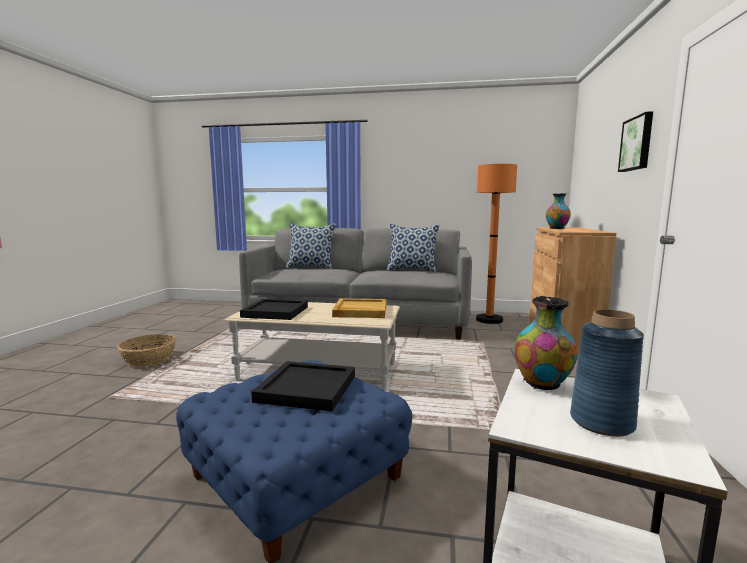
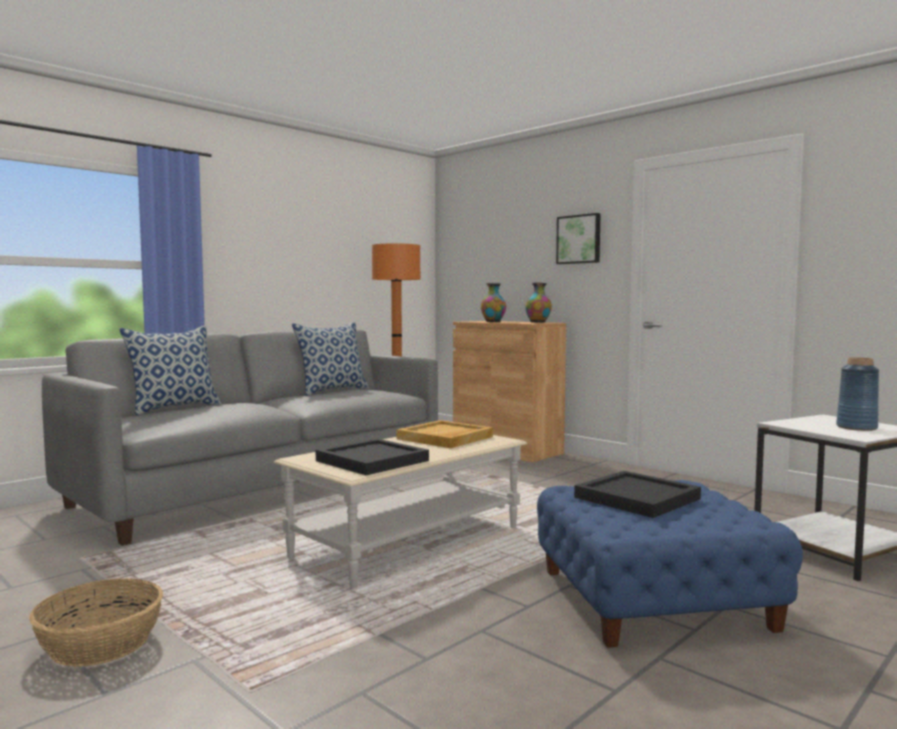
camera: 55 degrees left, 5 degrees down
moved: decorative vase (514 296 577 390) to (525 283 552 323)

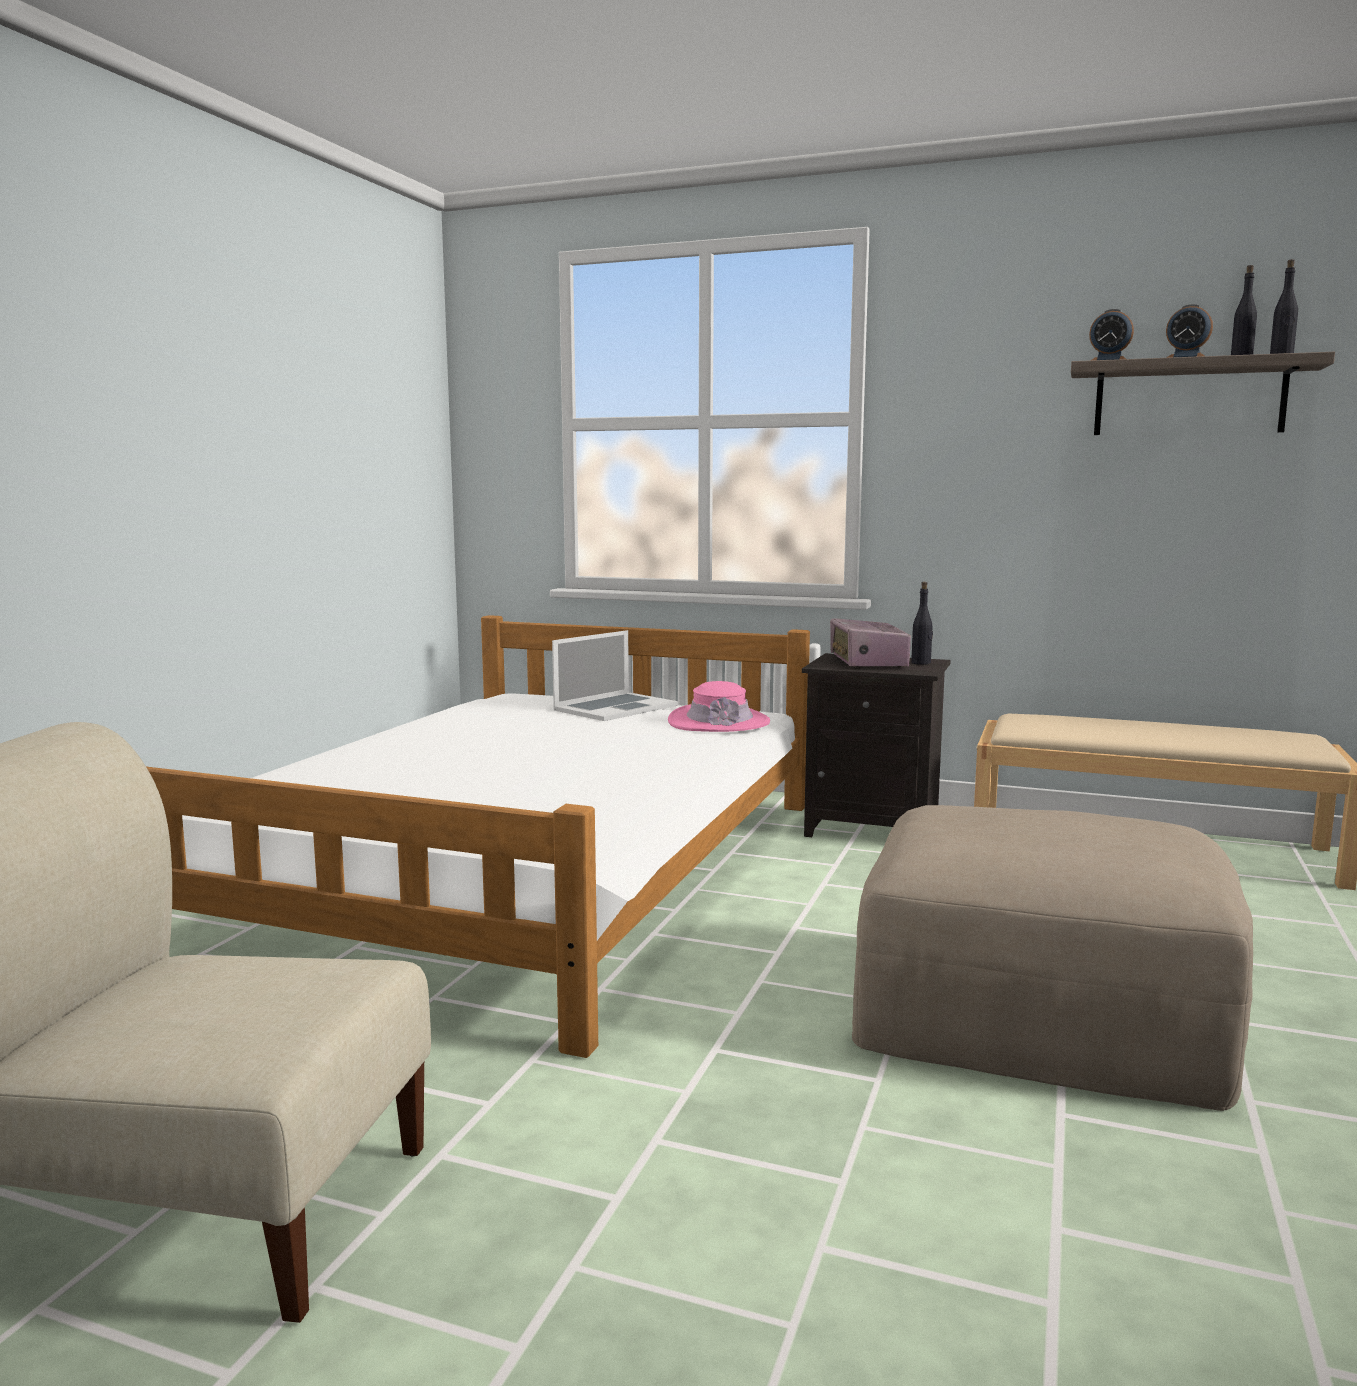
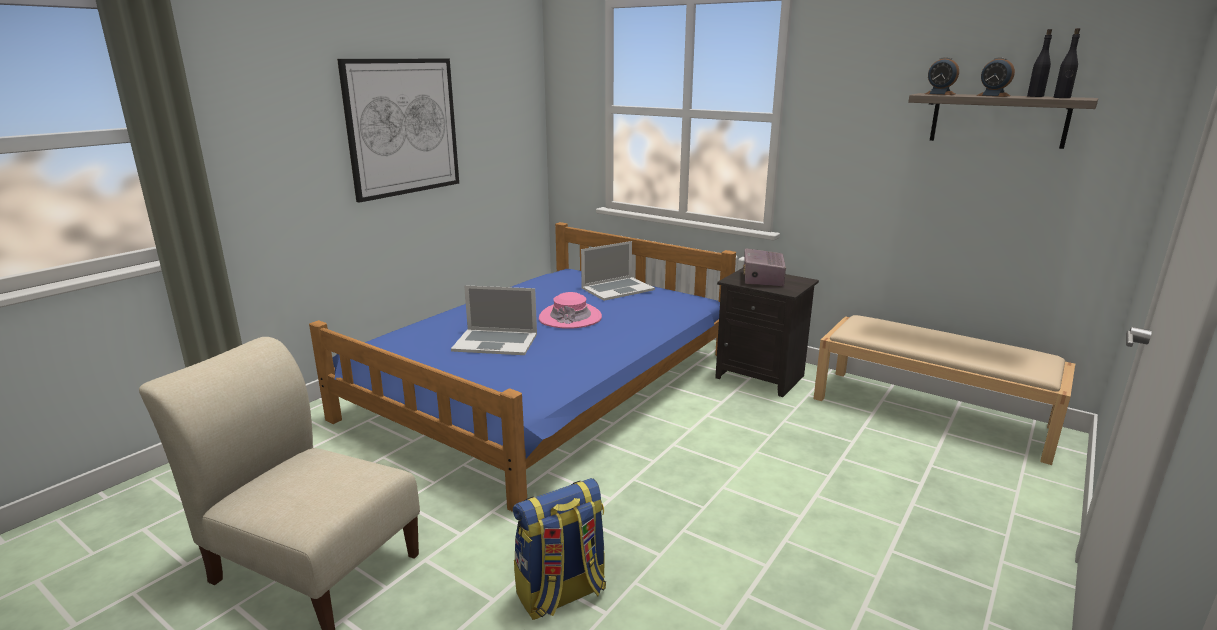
camera: 15 degrees right, 10 degrees up
removed: beige ottoman (852 805 1253 1111); blackish bottle (911 582 933 665)
added: wall picture (337 59 459 203); laptop (451 285 537 355); backpack (513 478 606 620)
moved: pinkish wearable hat (668 681 770 732) to (539 292 602 329)
recoloured: white bed (147 615 810 1058) to bluish bed (309 222 736 512)

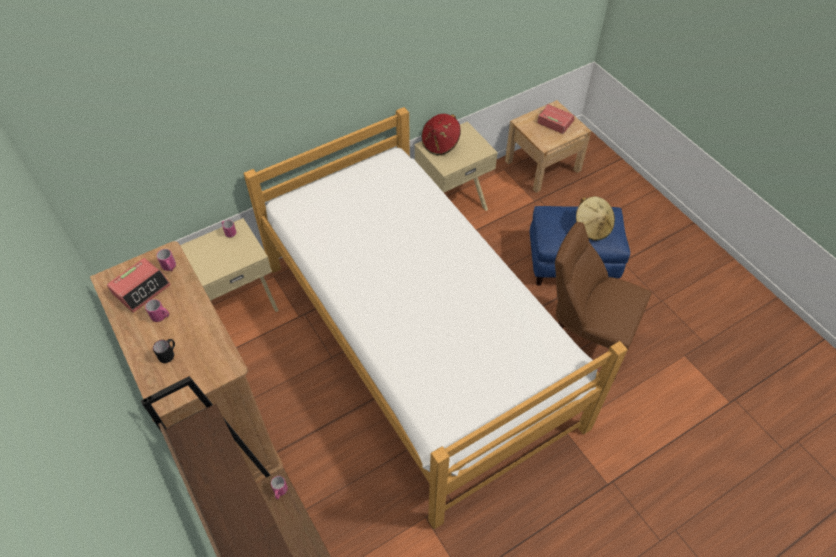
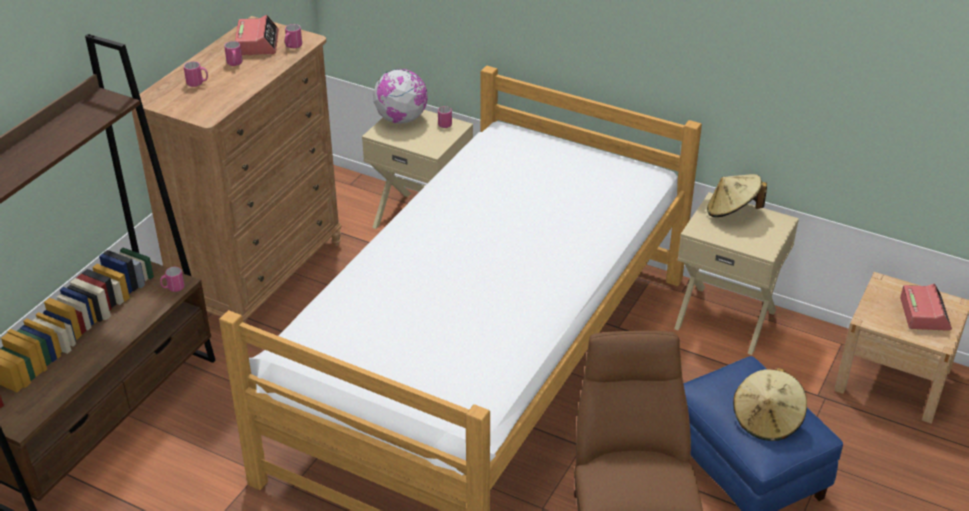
camera: 60 degrees right, 15 degrees down
added: world globe (373 69 428 124)
recoloured: blackish coffee mug (153 339 175 363) to pinkish coffee mug (184 61 208 87); reddish wearable hat (422 114 461 155) to beige wearable hat (707 174 767 217)
turned: table clock (107 258 171 313) = (235 15 279 55) 105 degrees counterclockwise

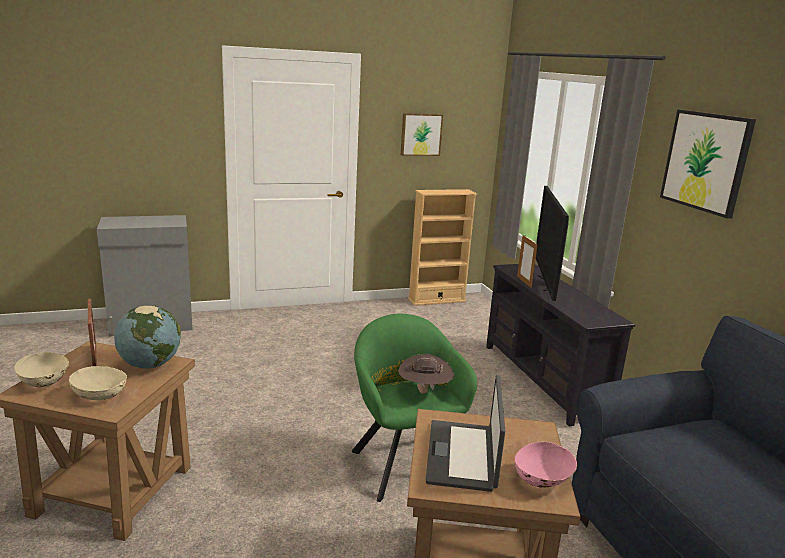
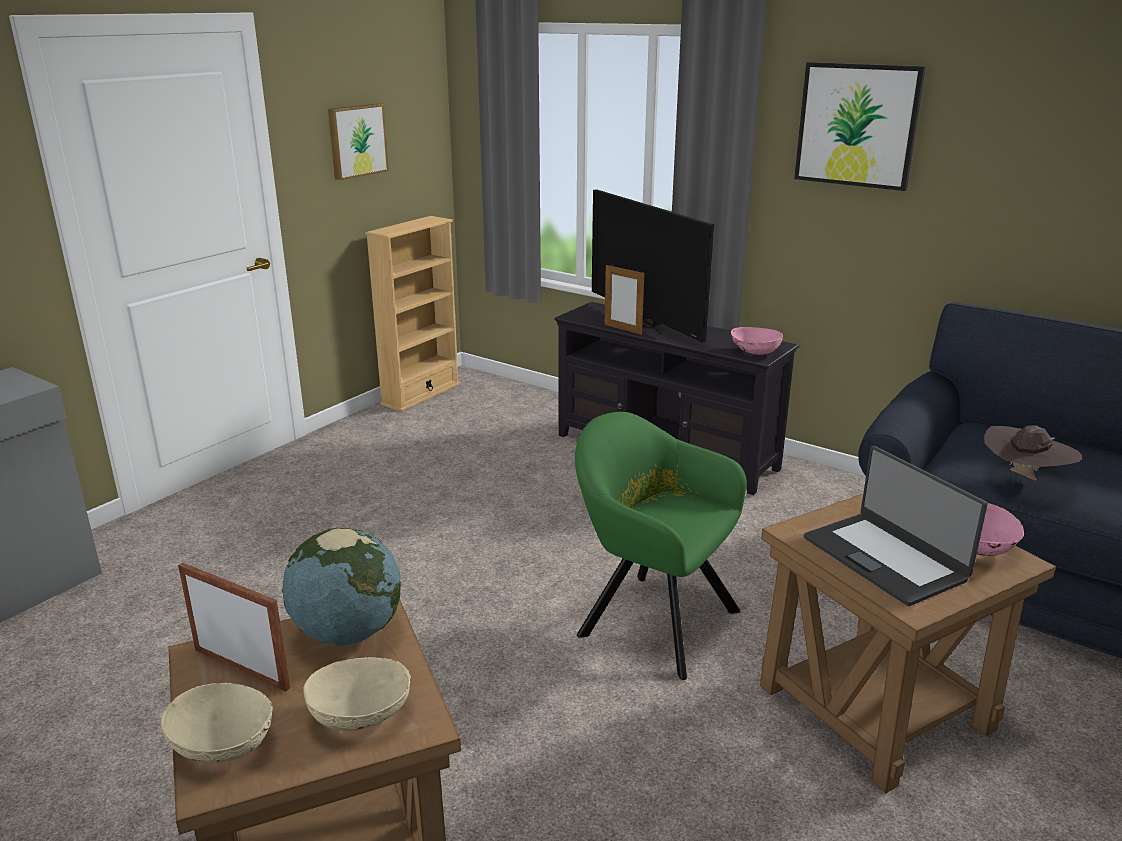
camera: 35 degrees left, 5 degrees up
added: pinkish serving bowl (731 327 783 355)
moved: brown-coloured wearable hat (398 354 454 394) to (984 425 1082 481)

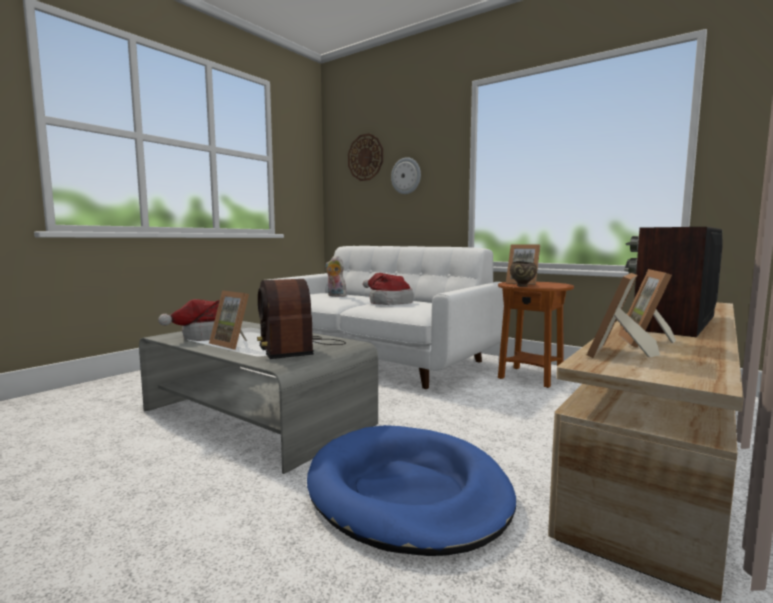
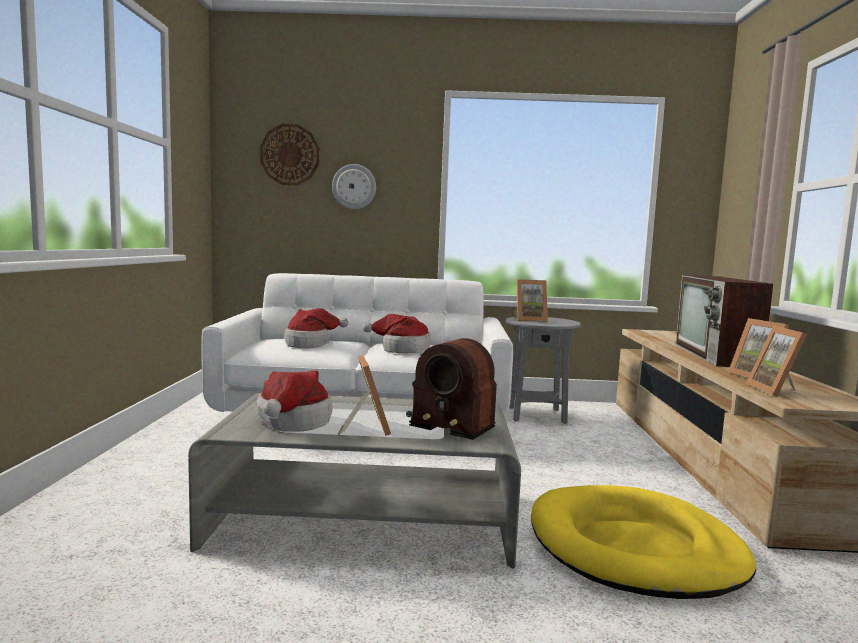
camera: 35 degrees left, 0 degrees up
removed: brown-coloured serving bowl (510 261 537 287)
replaced: cuddly toy (326 256 346 297) to wearable hat (284 308 348 348)
recoloured: brown-coloured end table (498 282 574 388) to gray end table (506 317 581 424); bluish dog bed (307 425 516 556) to yellow dog bed (531 485 756 599)
turned: picture frame (209 290 249 350) = (337 355 391 436) 105 degrees counterclockwise

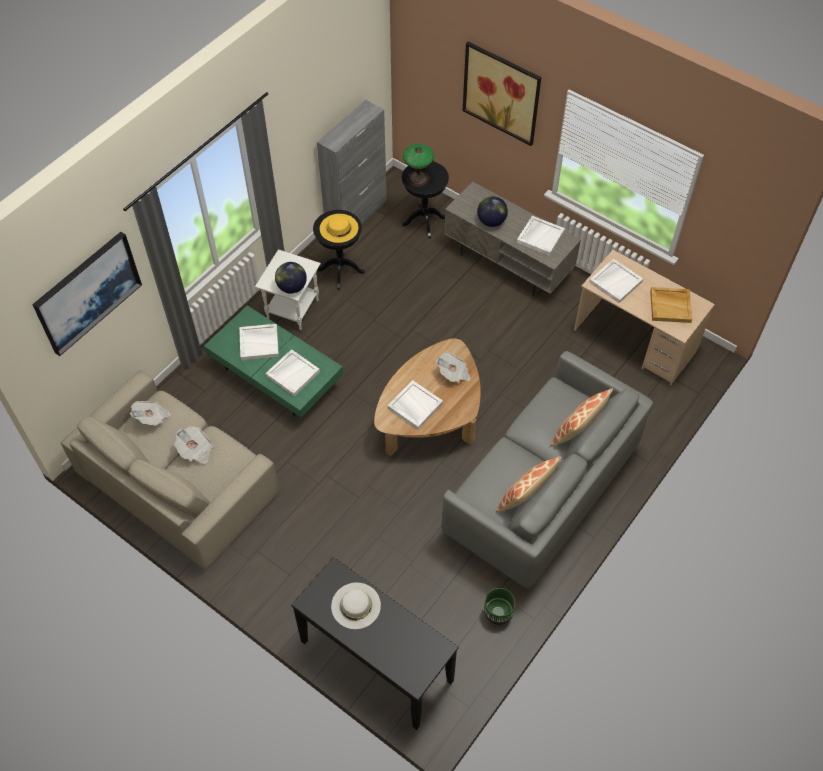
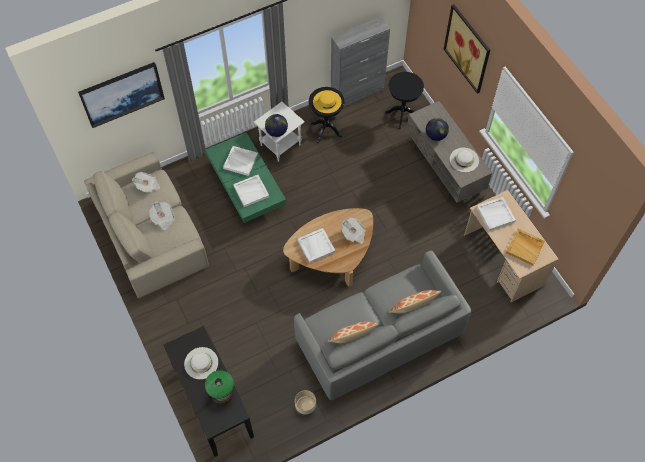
camera: 25 degrees right, 5 degrees up
moved: lamp for a table (403 144 434 188) to (205 370 234 404)
replaced: white serving tray (517 216 565 256) to white wearable hat (450 148 479 172)
recoloured: green plant pot (484 588 515 625) to beige plant pot (295 390 316 416)

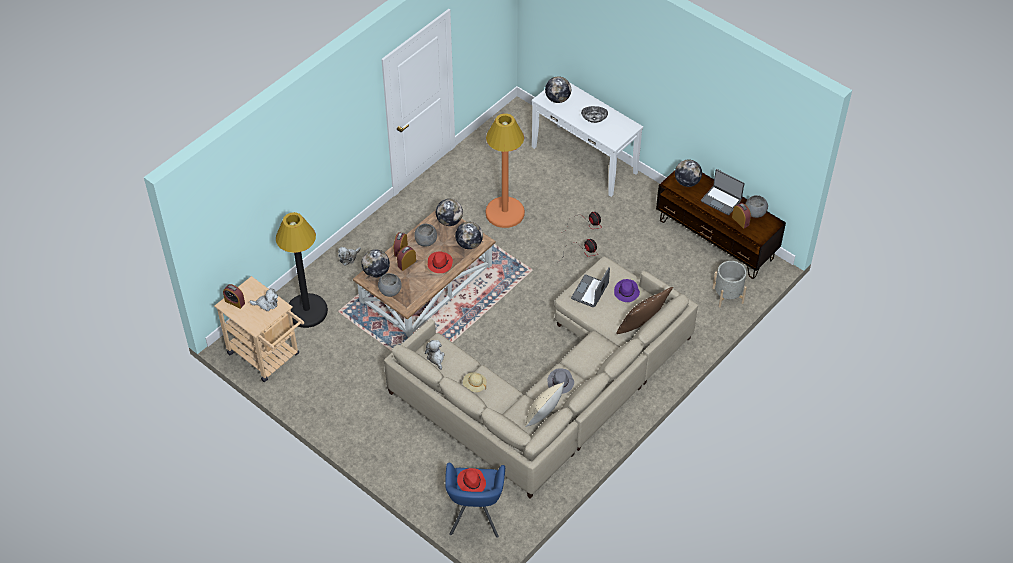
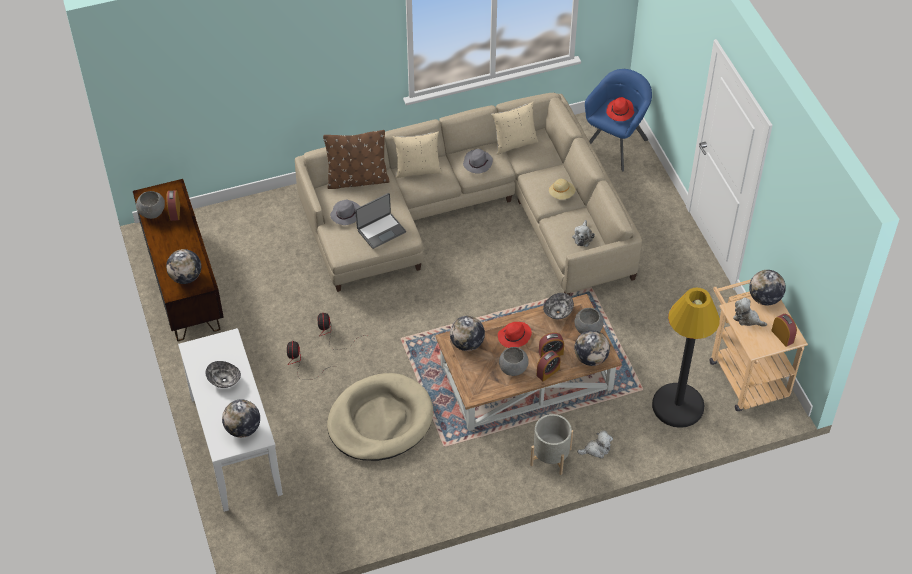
camera: 150 degrees left, 0 degrees up
removed: laptop (701 169 744 216)
added: beige throw pillow (393 131 442 178); serving bowl (543 293 574 319)
moved: gray plant pot (712 261 747 307) to (530 414 573 475); world globe (436 199 463 226) to (749 270 786 306)
replaced: orangey floor lamp (486 113 525 228) to beige dog bed (327 373 433 461)
recoloured: purple-coloured wearable hat (614 279 640 302) to gray wearable hat (330 200 360 225)

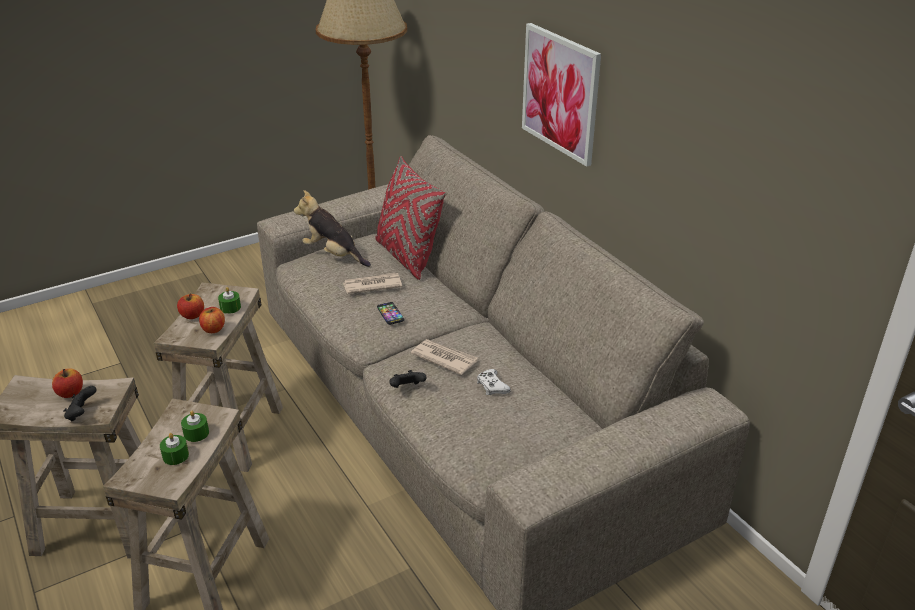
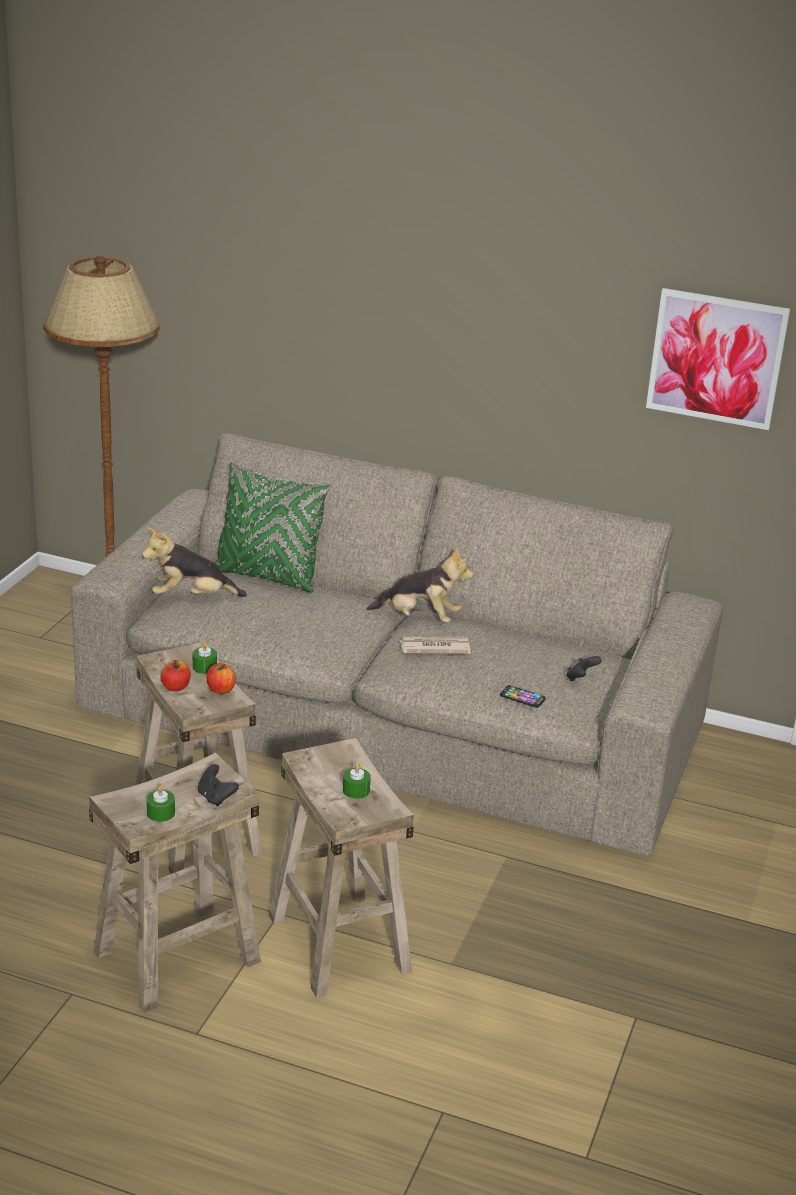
camera: 40 degrees left, 5 degrees down
removed: apple fruit (52 368 83 398); daily paper (343 273 402 294); white game controller (477 369 511 395)
added: cuddly toy (367 547 474 622)
moved: green candle (181 411 209 442) to (146 786 175 822); telephone (377 302 404 325) to (500 685 546 708); blackish game controller (389 370 427 388) to (566 656 602 681); wall picture (522 23 601 167) to (646 288 790 430)
recoloured: reddish throw pillow (375 156 446 280) to green throw pillow (214 462 331 593)

